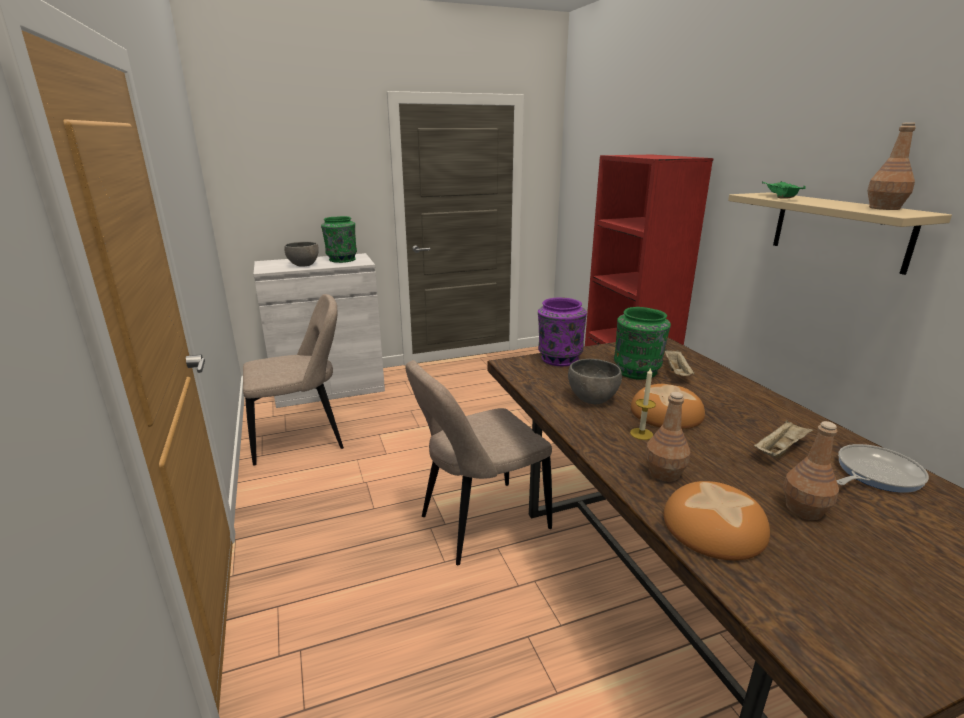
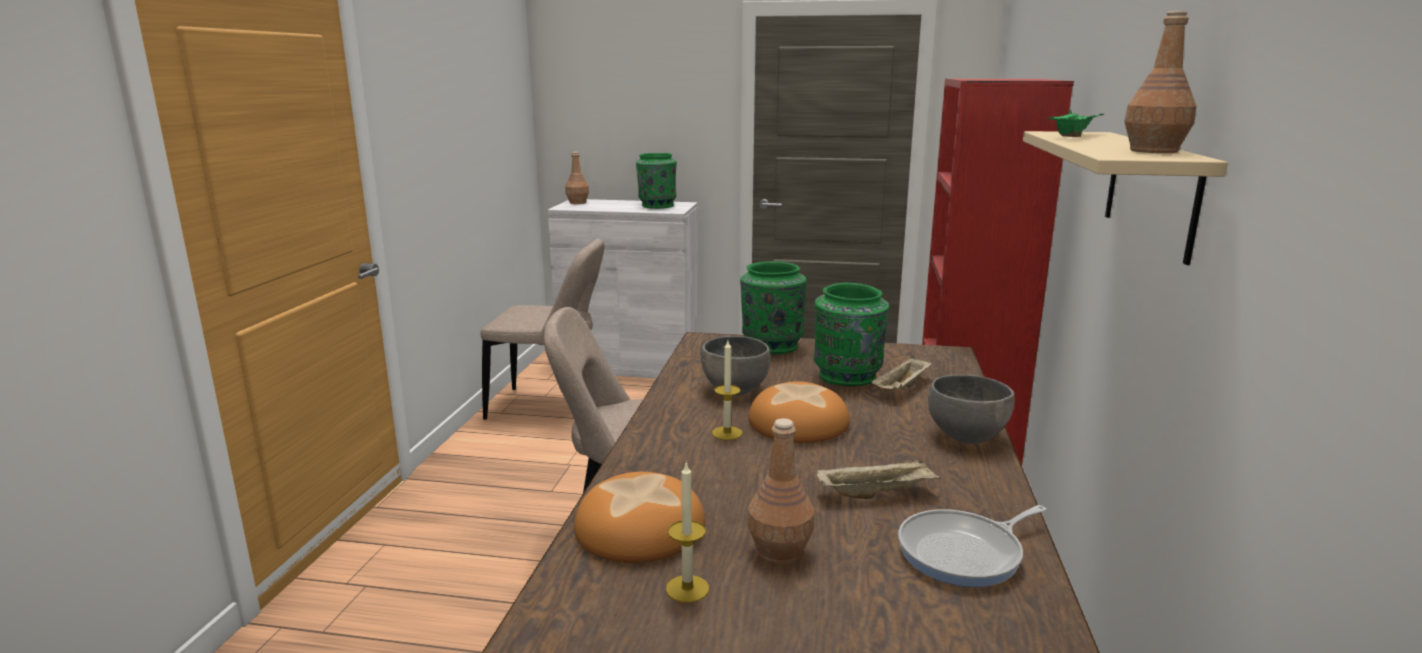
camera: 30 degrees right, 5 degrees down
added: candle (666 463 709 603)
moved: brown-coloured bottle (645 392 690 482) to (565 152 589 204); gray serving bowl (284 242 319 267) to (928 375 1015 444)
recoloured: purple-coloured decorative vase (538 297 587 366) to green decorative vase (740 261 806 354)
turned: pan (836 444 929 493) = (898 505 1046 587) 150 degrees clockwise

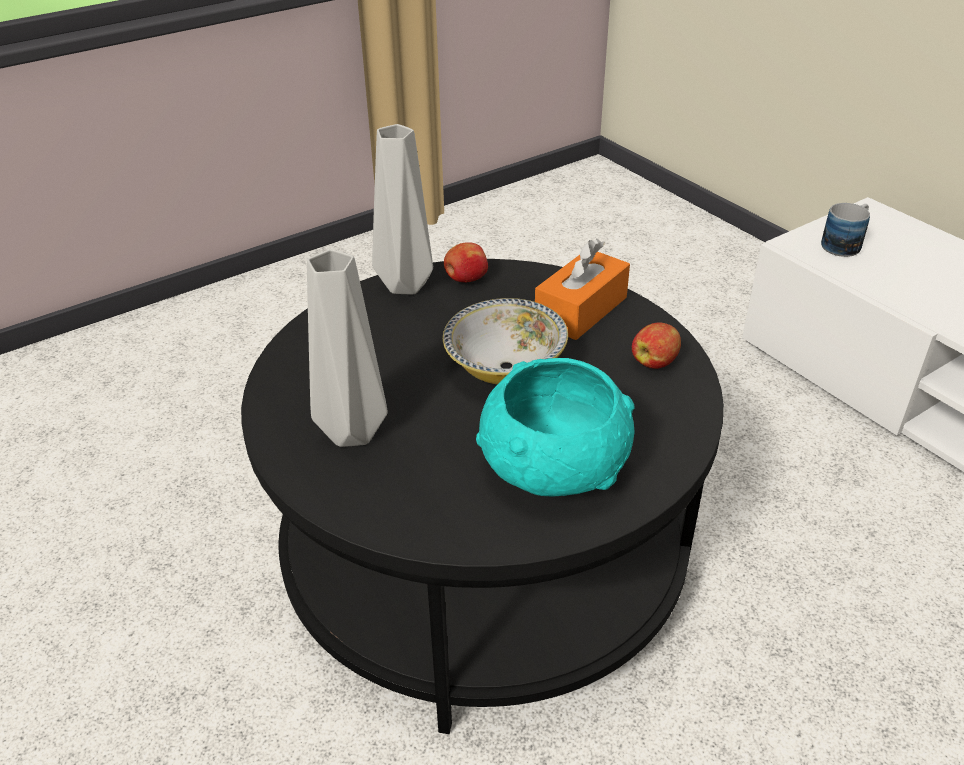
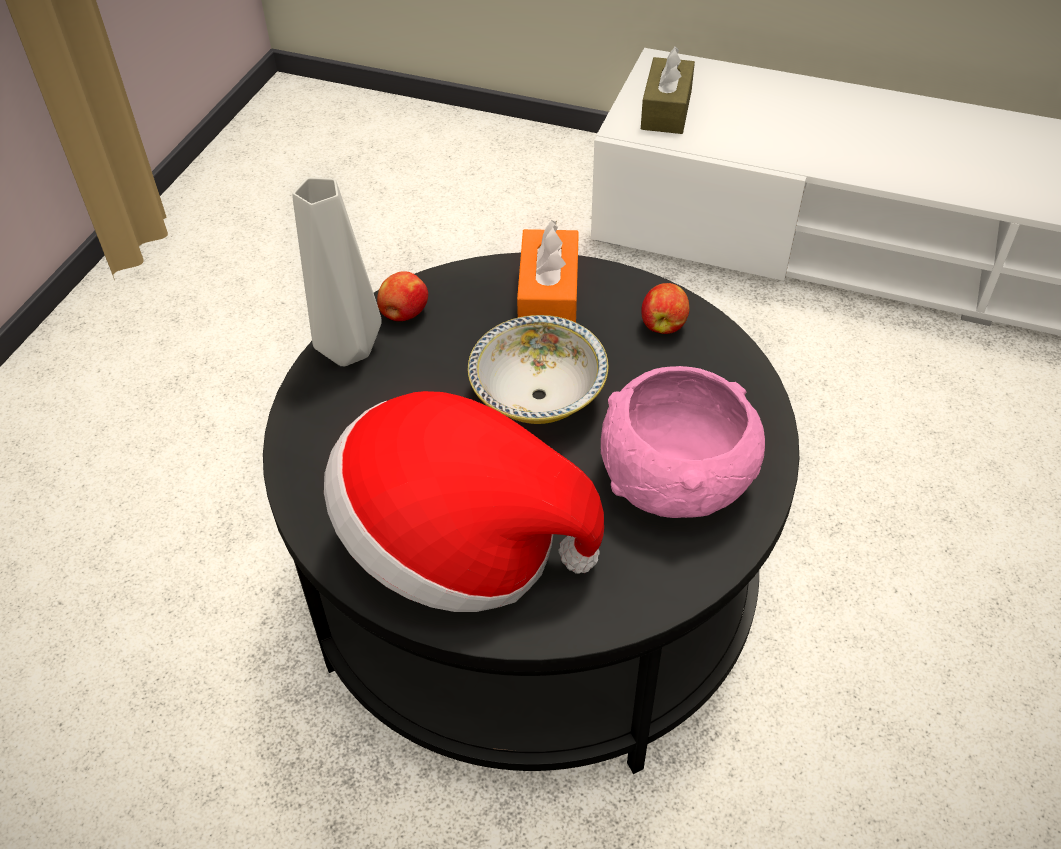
camera: 35 degrees left, 10 degrees up
replaced: gray decorative vase (307 249 387 447) to wearable hat (324 391 604 612); coffee mug (821 203 870 257) to brown-coloured tissue box (641 47 695 134)
recoloured: blue-green serving bowl (476 358 635 497) to pinkish serving bowl (601 366 765 518)

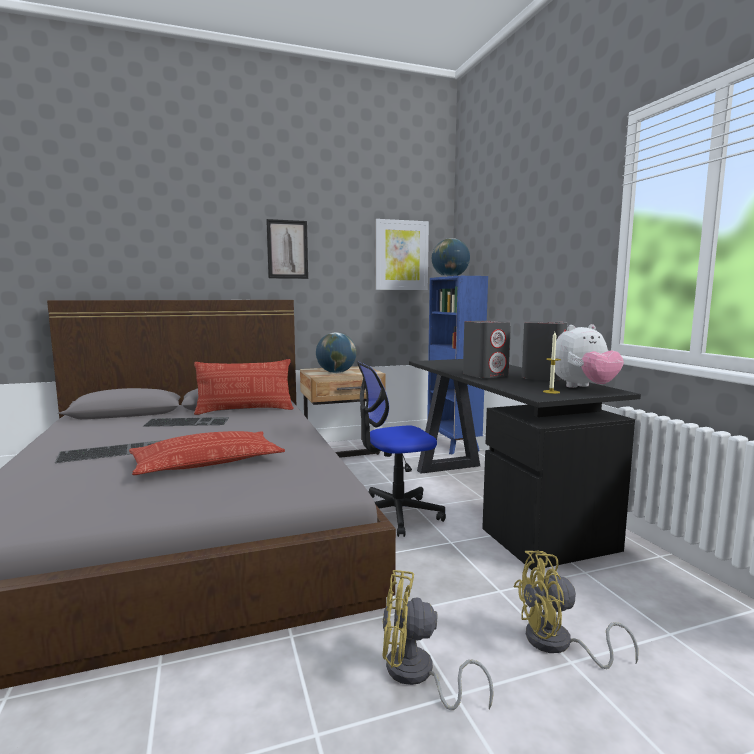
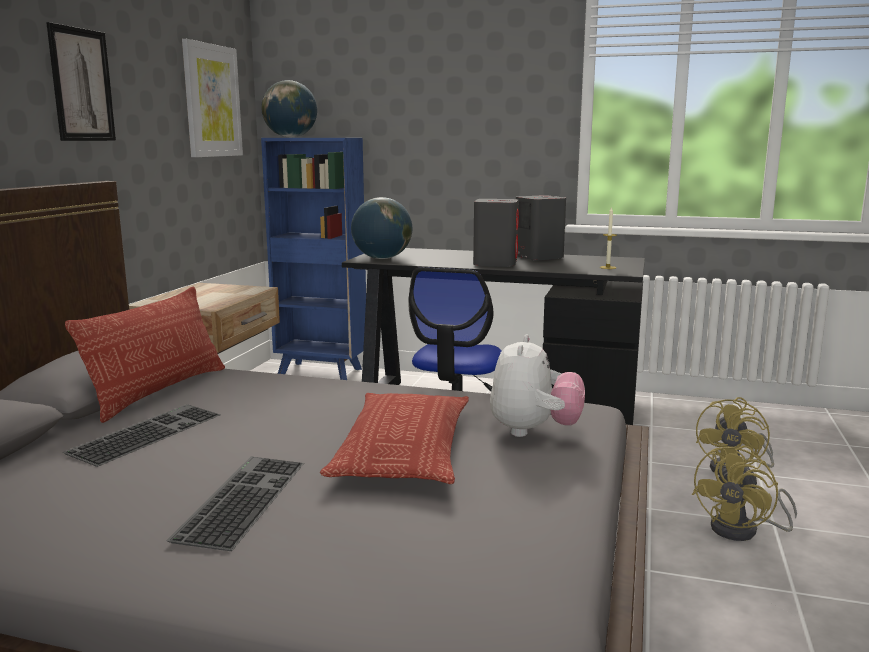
camera: 55 degrees left, 5 degrees up
moved: world globe (316 332 356 373) to (351 197 412 259); cuddly toy (551 324 624 388) to (490 335 585 437)

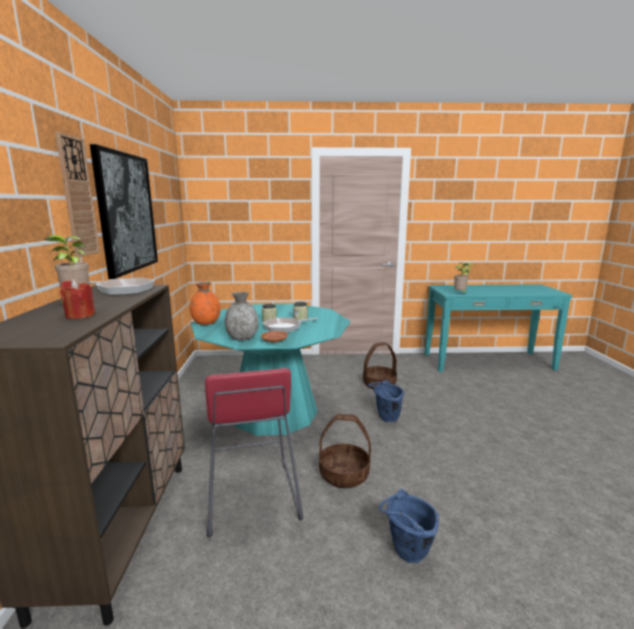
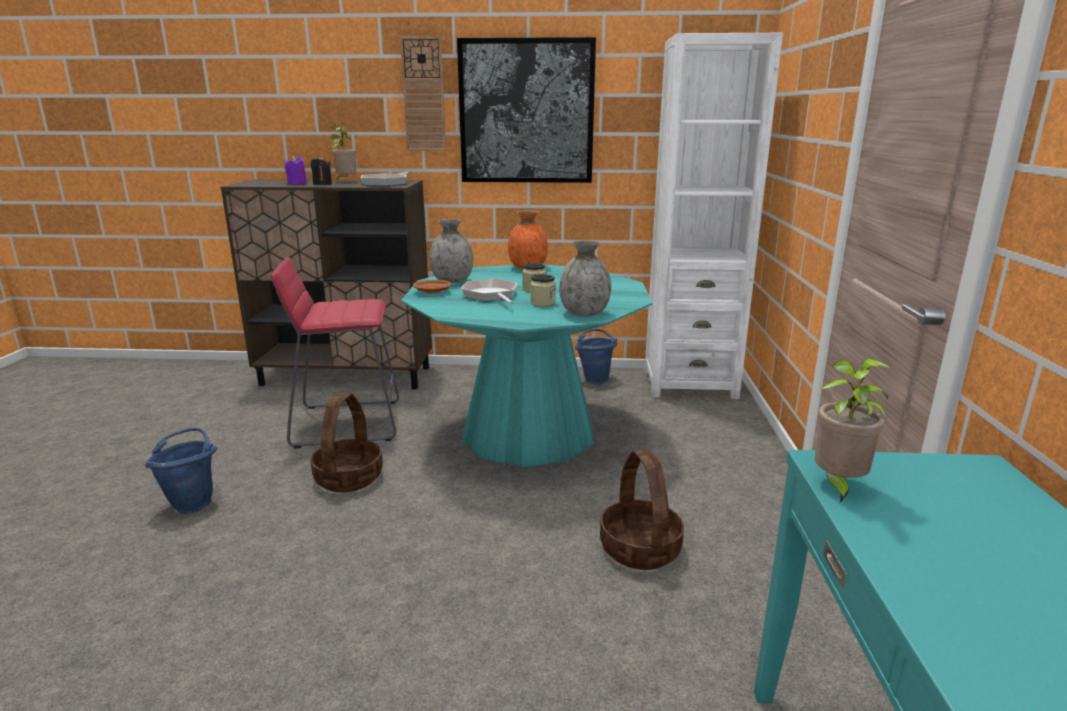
camera: 95 degrees right, 5 degrees up
added: blackish candle (311 156 332 185); gray decorative vase (559 240 611 316); white bookcase (645 33 783 399)
moved: bluish bucket (368 380 405 422) to (575 329 617 385)
recoloured: reddish candle (60 279 95 319) to purple-coloured candle (285 156 307 185)

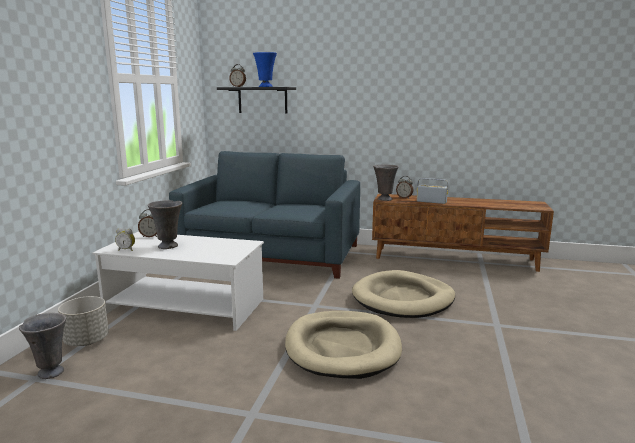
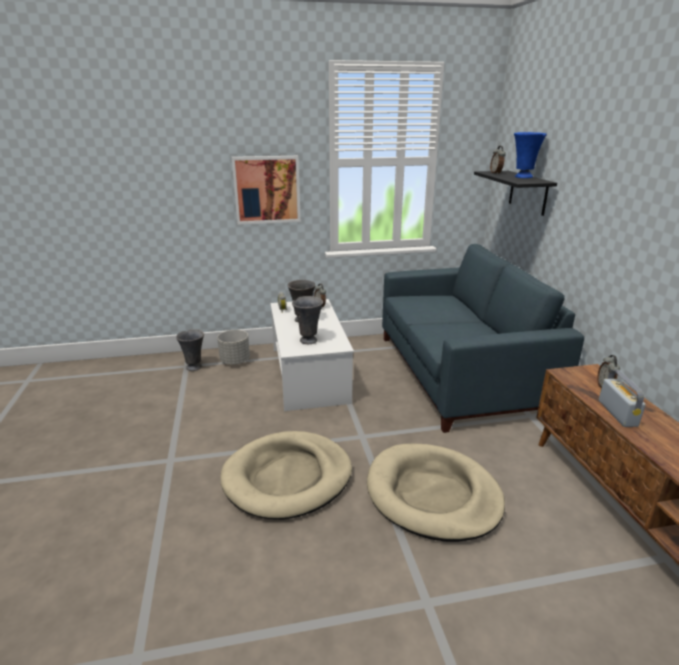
camera: 65 degrees right, 10 degrees up
added: wall picture (232 156 301 225)
moved: gray decorative vase (373 164 399 201) to (292 296 323 344)

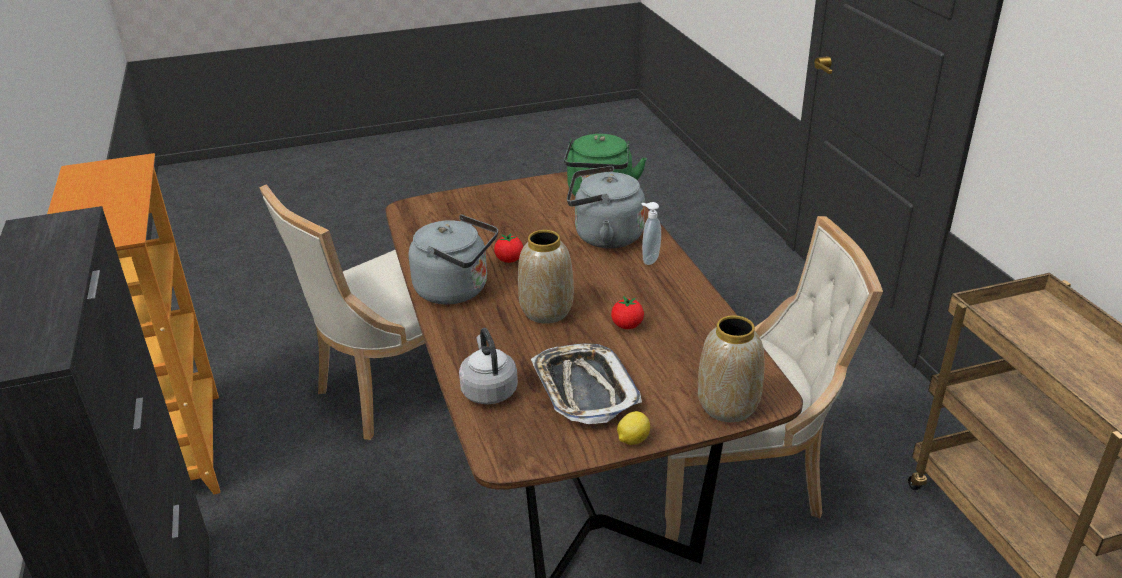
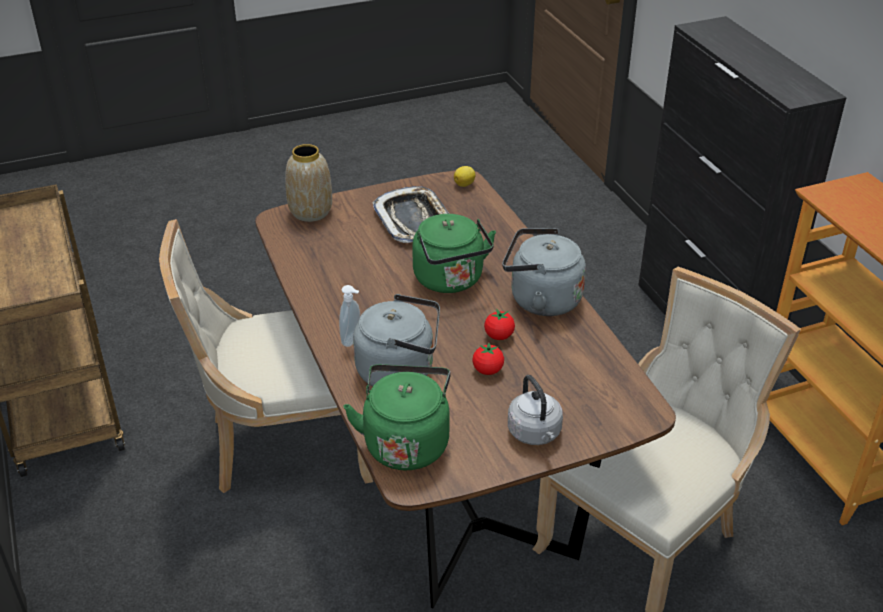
camera: 175 degrees right, 5 degrees up
moved: lemon (617 411 650 445) to (454 166 476 187); fresh tomato (611 296 644 329) to (472 343 504 375); gray kettle (459 328 518 404) to (508 375 563 445)
replaced: decorative vase (518 230 574 324) to green kettle (412 214 496 293)

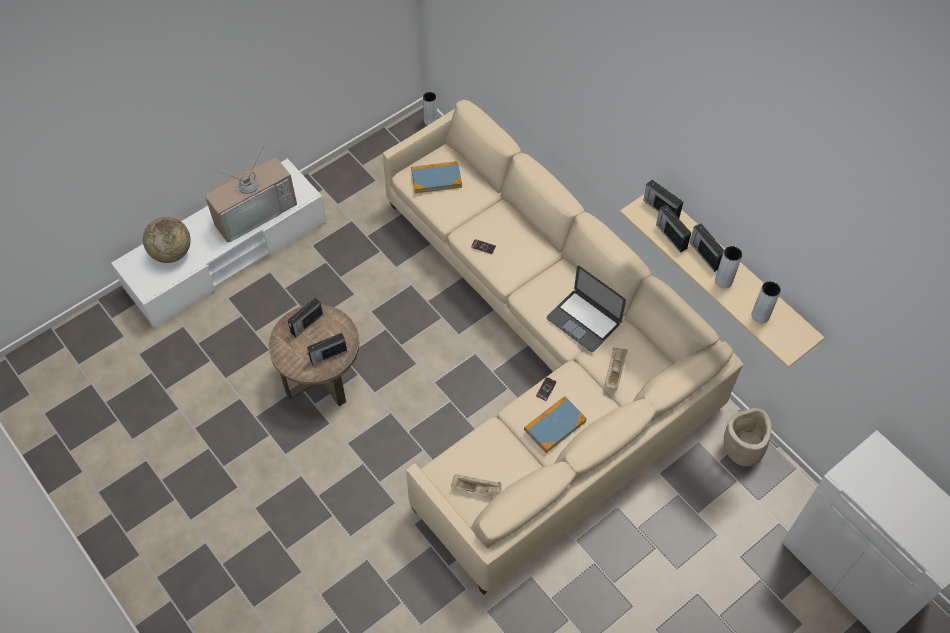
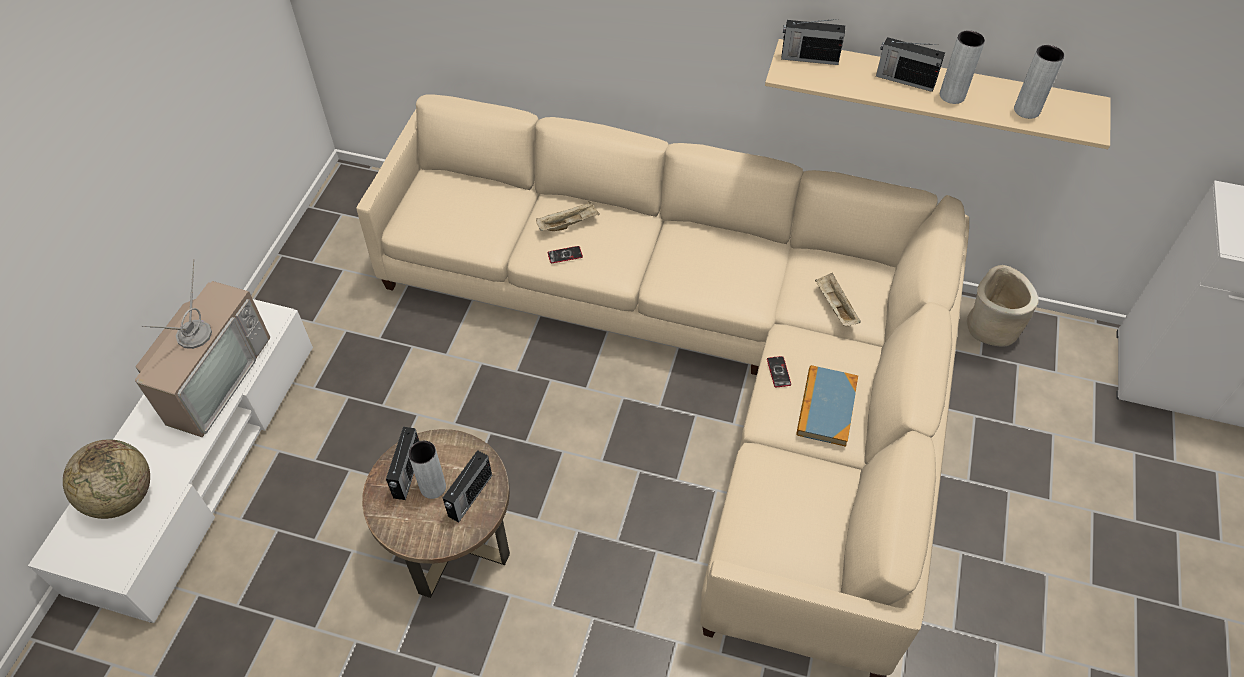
camera: 35 degrees left, 5 degrees down
removed: book (411 161 462 193); laptop (547 266 626 352); radio (656 205 691 253)
moved: gray decorative vase (423 92 437 126) to (408 441 446 499); beige serving tray (451 474 501 497) to (536 201 600 231)

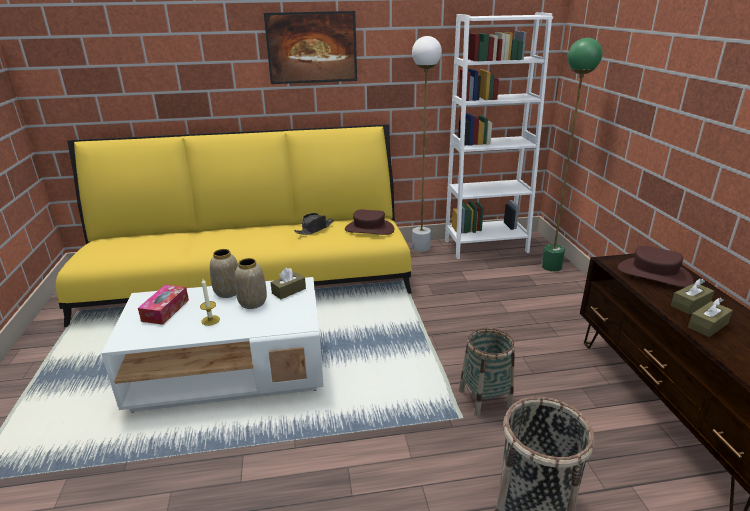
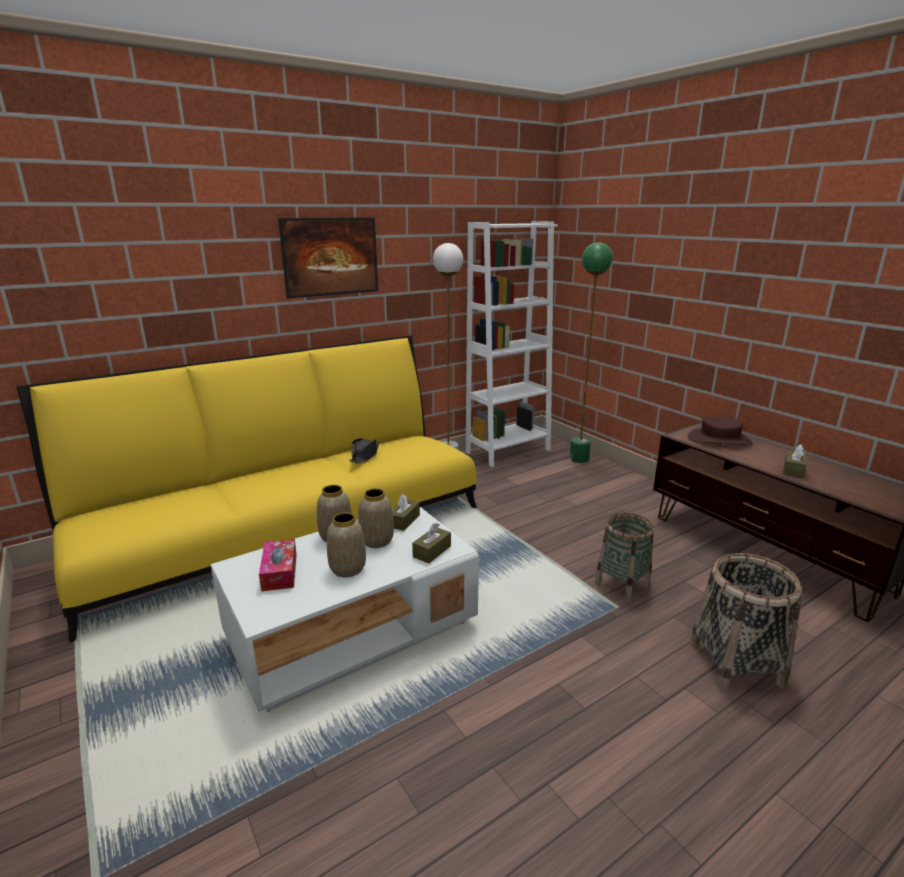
camera: 25 degrees left, 5 degrees down
removed: brown-coloured wearable hat (345 210 395 235)
moved: brown-coloured tissue box (671 278 714 315) to (412 523 451 563)
replaced: candle (200 279 220 326) to decorative vase (327 512 366 577)

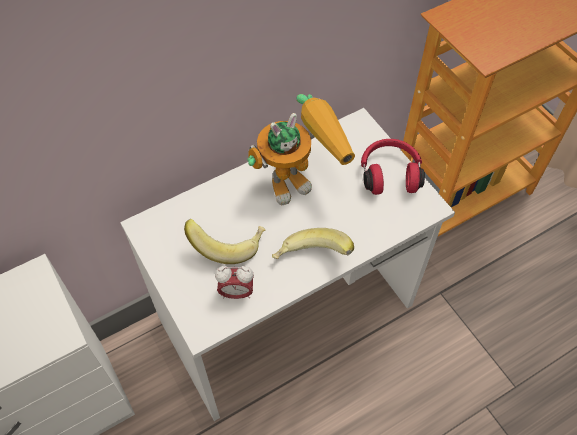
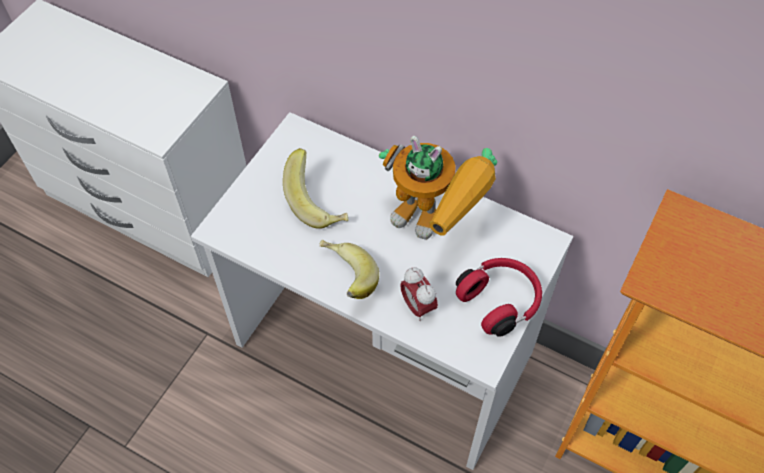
camera: 60 degrees right, 0 degrees up
moved: table clock (215 266 254 299) to (400 267 438 321)

